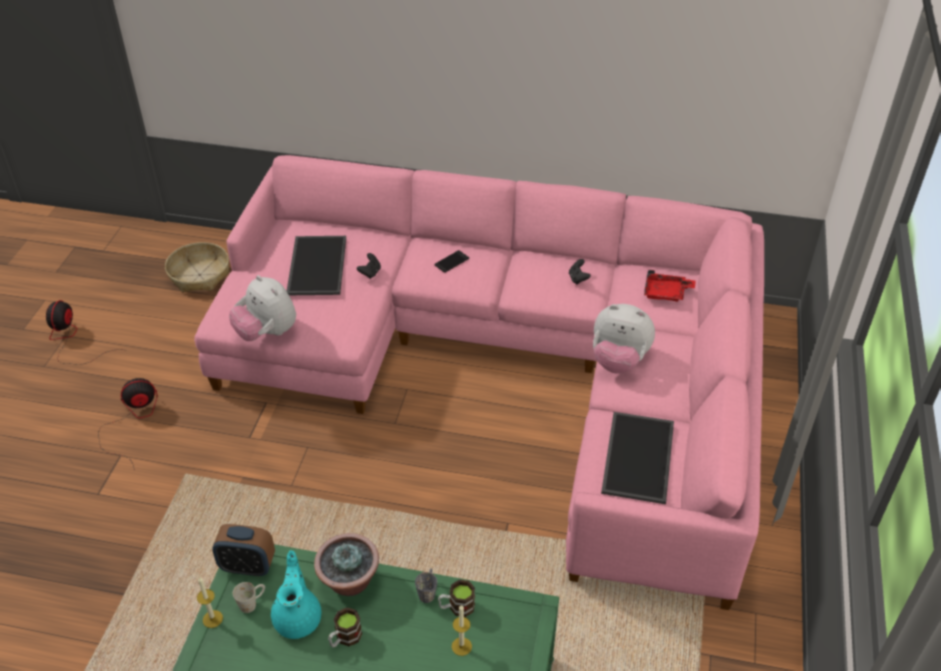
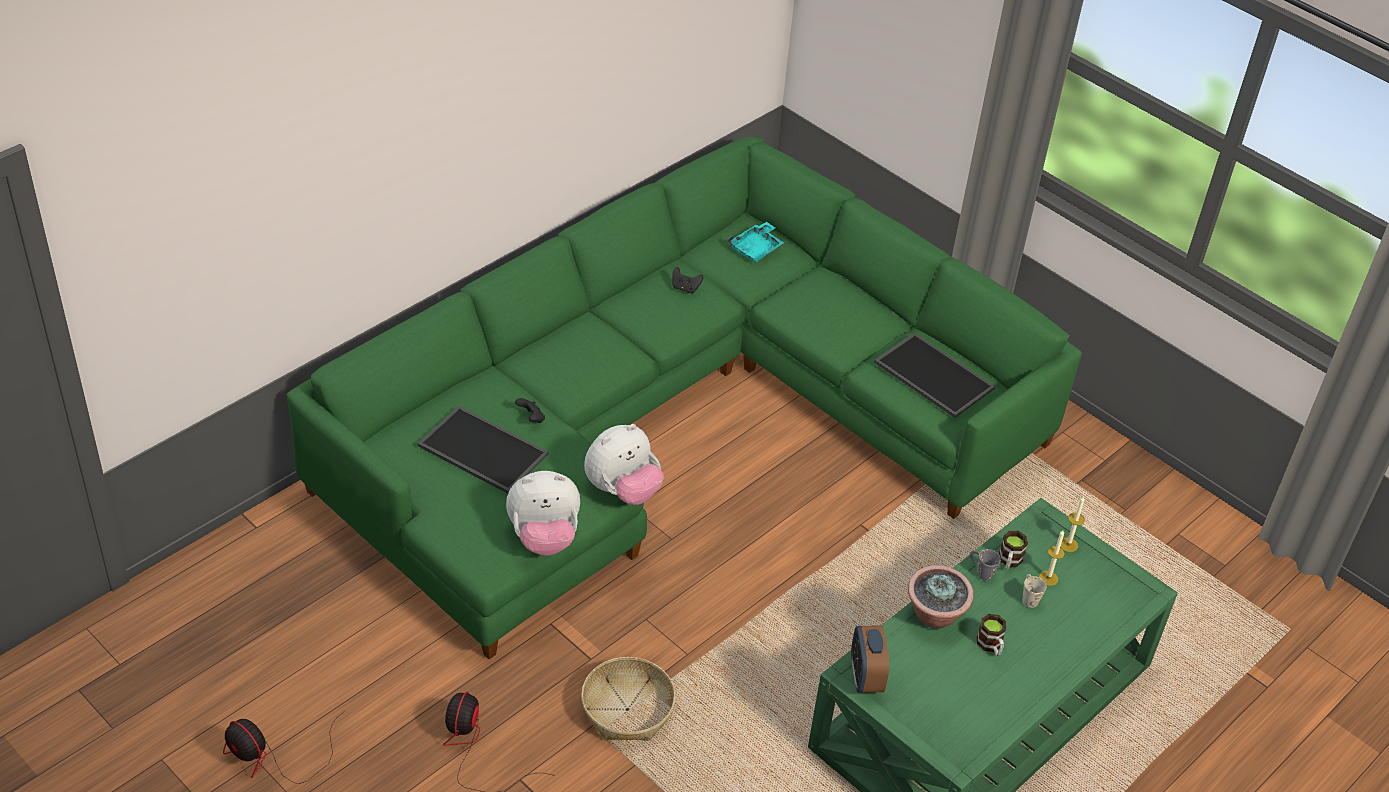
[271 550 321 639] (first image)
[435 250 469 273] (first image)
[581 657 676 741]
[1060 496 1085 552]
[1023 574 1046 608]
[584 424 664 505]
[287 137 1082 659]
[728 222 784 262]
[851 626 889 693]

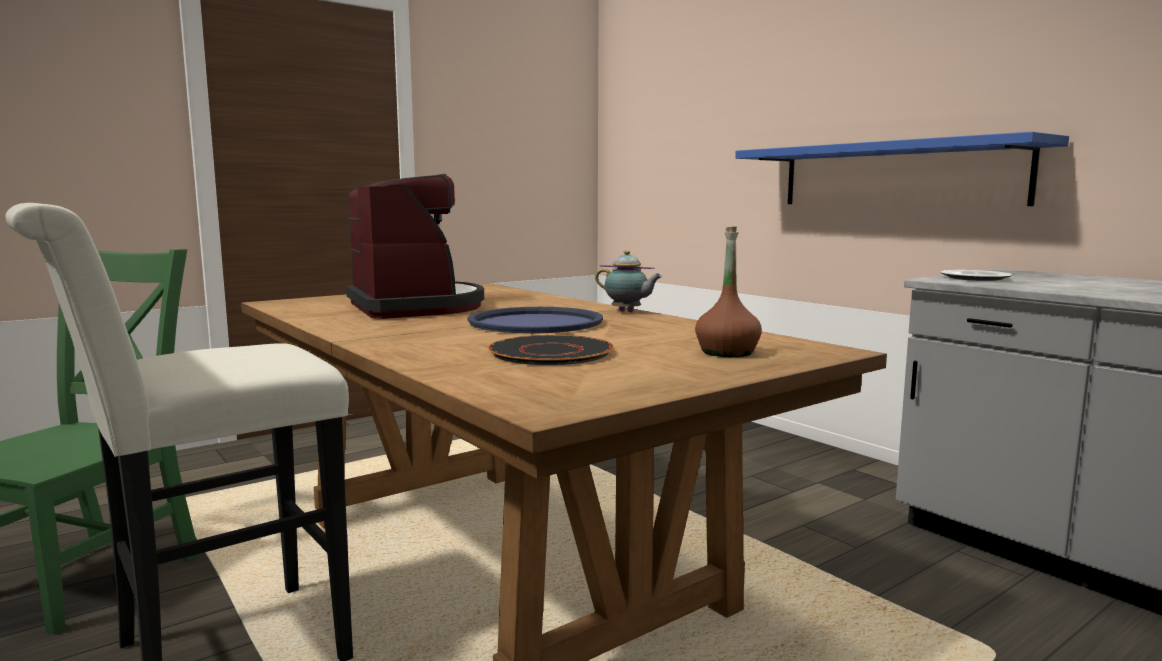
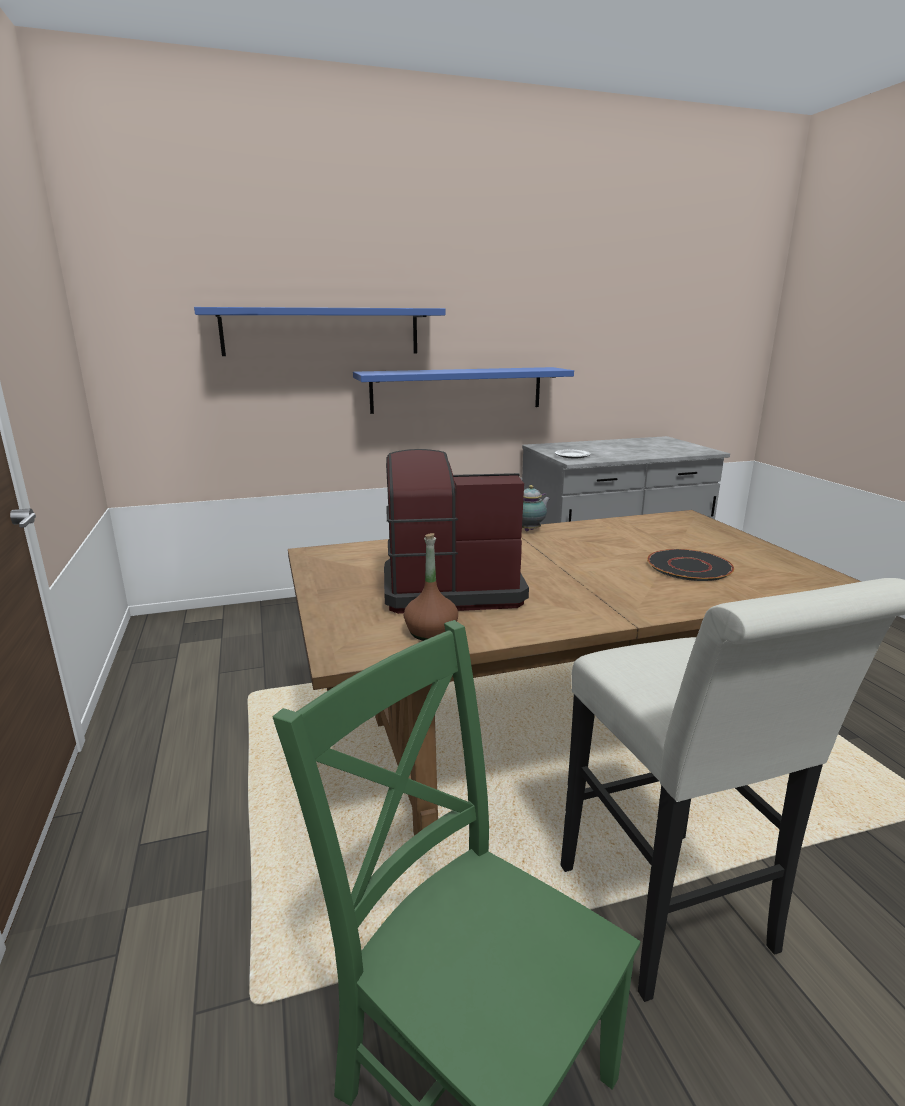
[467 307 603 334] (first image)
[194 307 445 356]
[404 533 458 641]

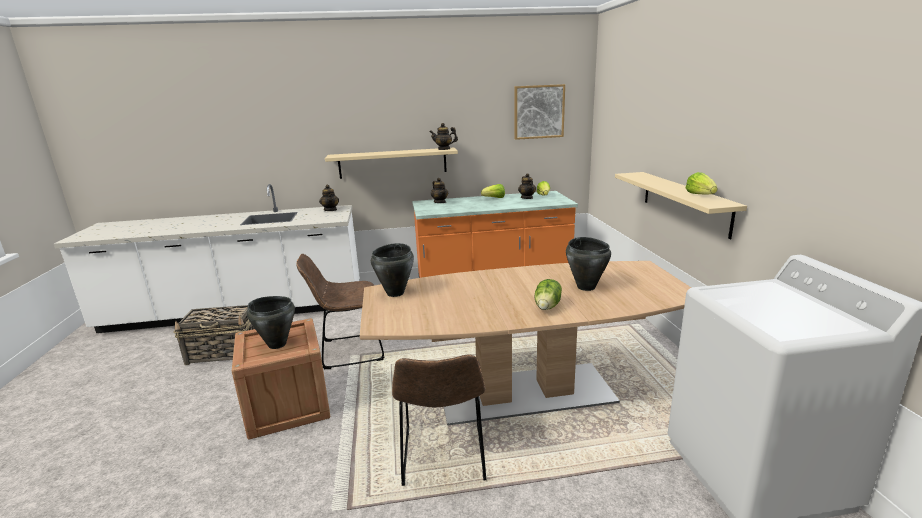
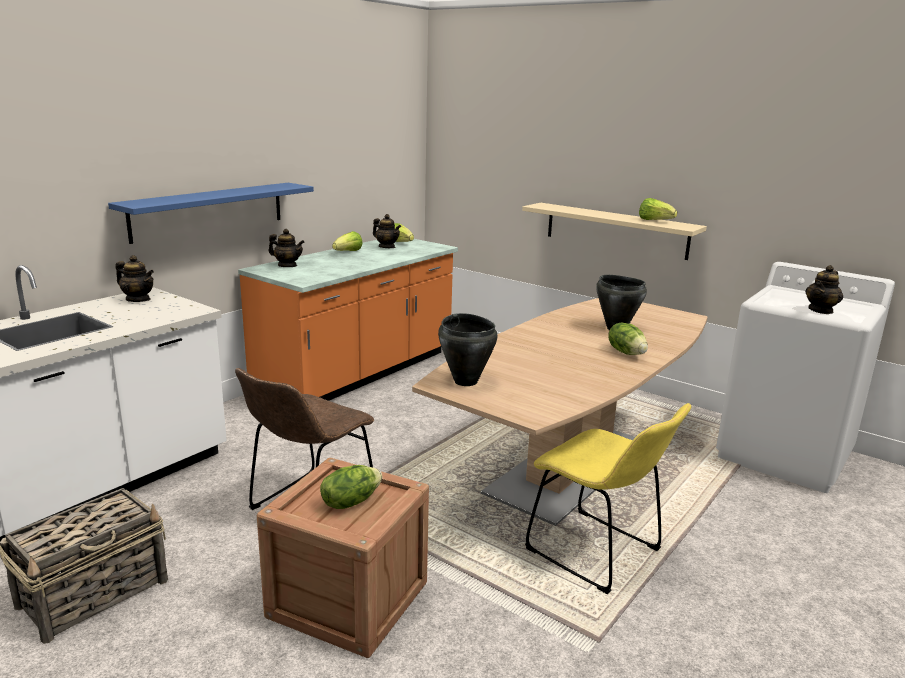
[515 84 565 140] (first image)
[805 265 843 314]
[320 465 382 509]
[108 183 314 244]
[525 403 691 594]

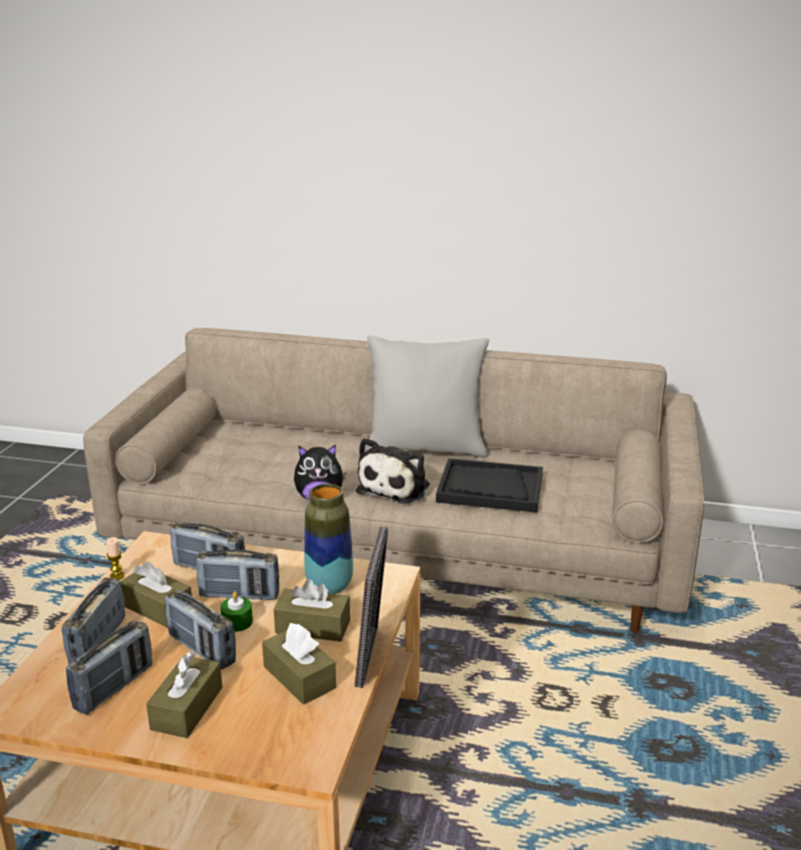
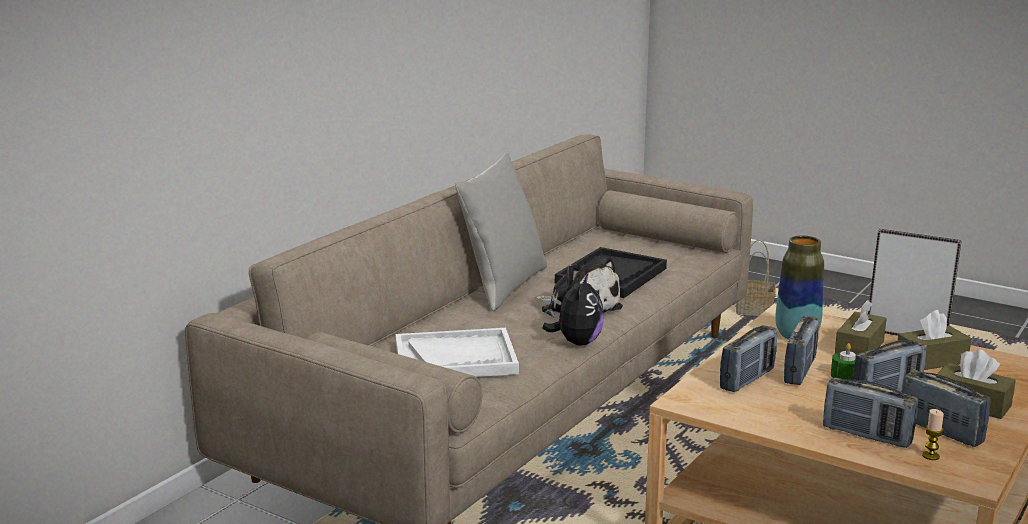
[120 561 192 628] (first image)
[395 328 519 377]
[736 240 776 316]
[922 409 944 460]

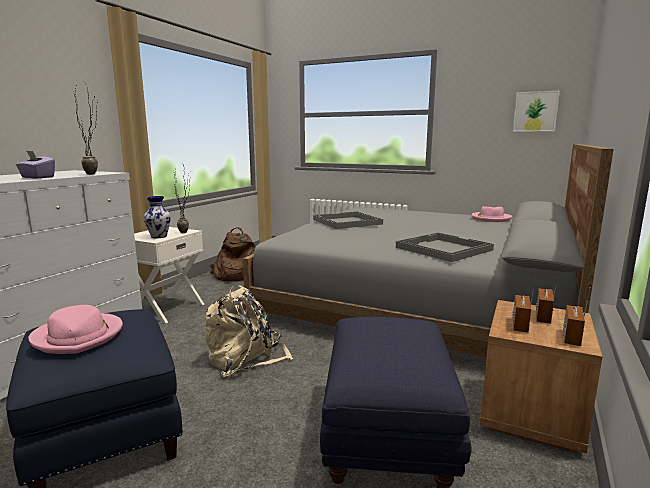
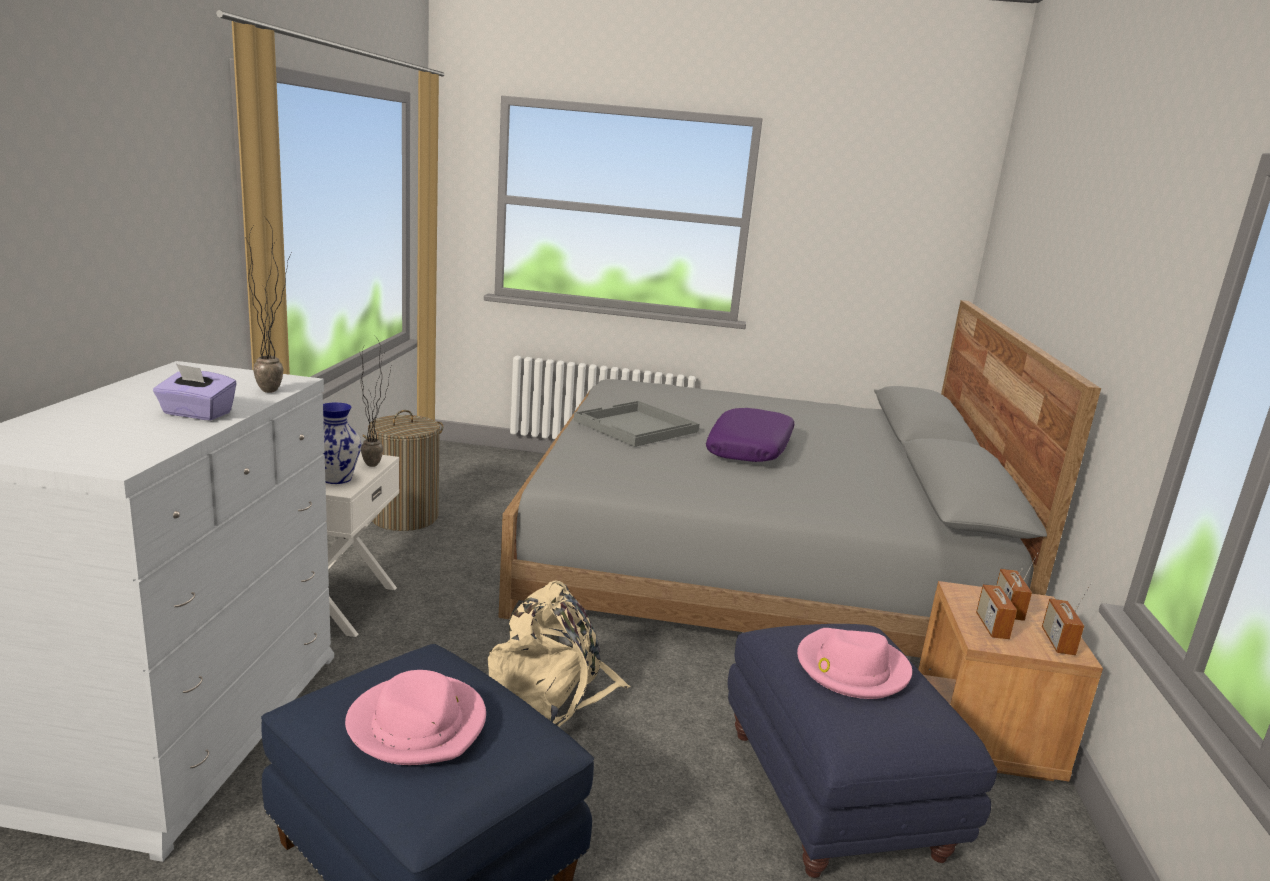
[396 233 494 262] (first image)
[513 91 560 132] (first image)
[706 408 794 462]
[797 628 912 699]
[362 410 443 531]

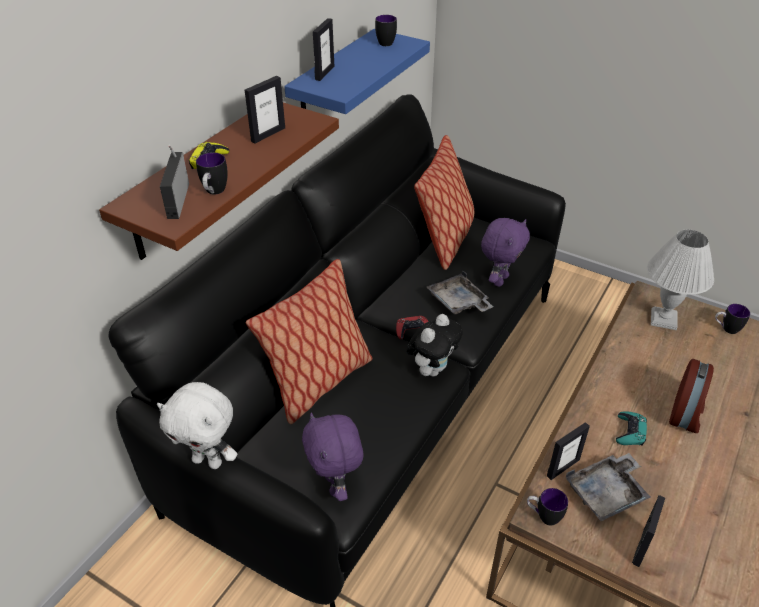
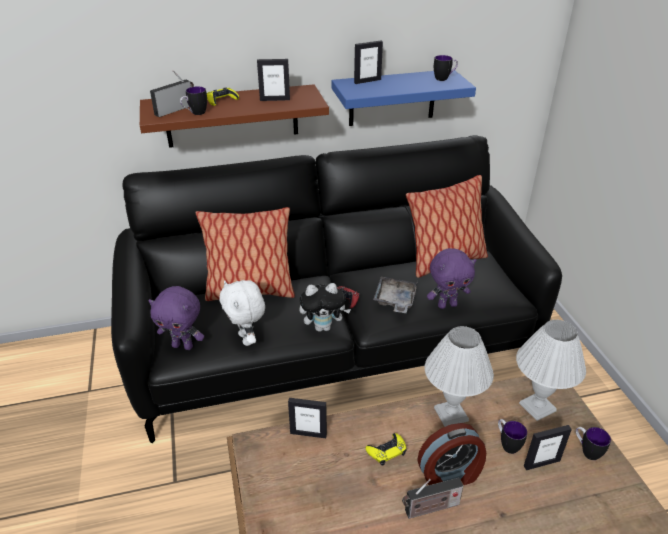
[566 453 651 521] (first image)
[402 477 463 519]
[425 326 494 427]
[219 280 265 346]
[498 419 527 454]
[524 425 572 470]
[366 433 406 466]
[148 286 204 350]

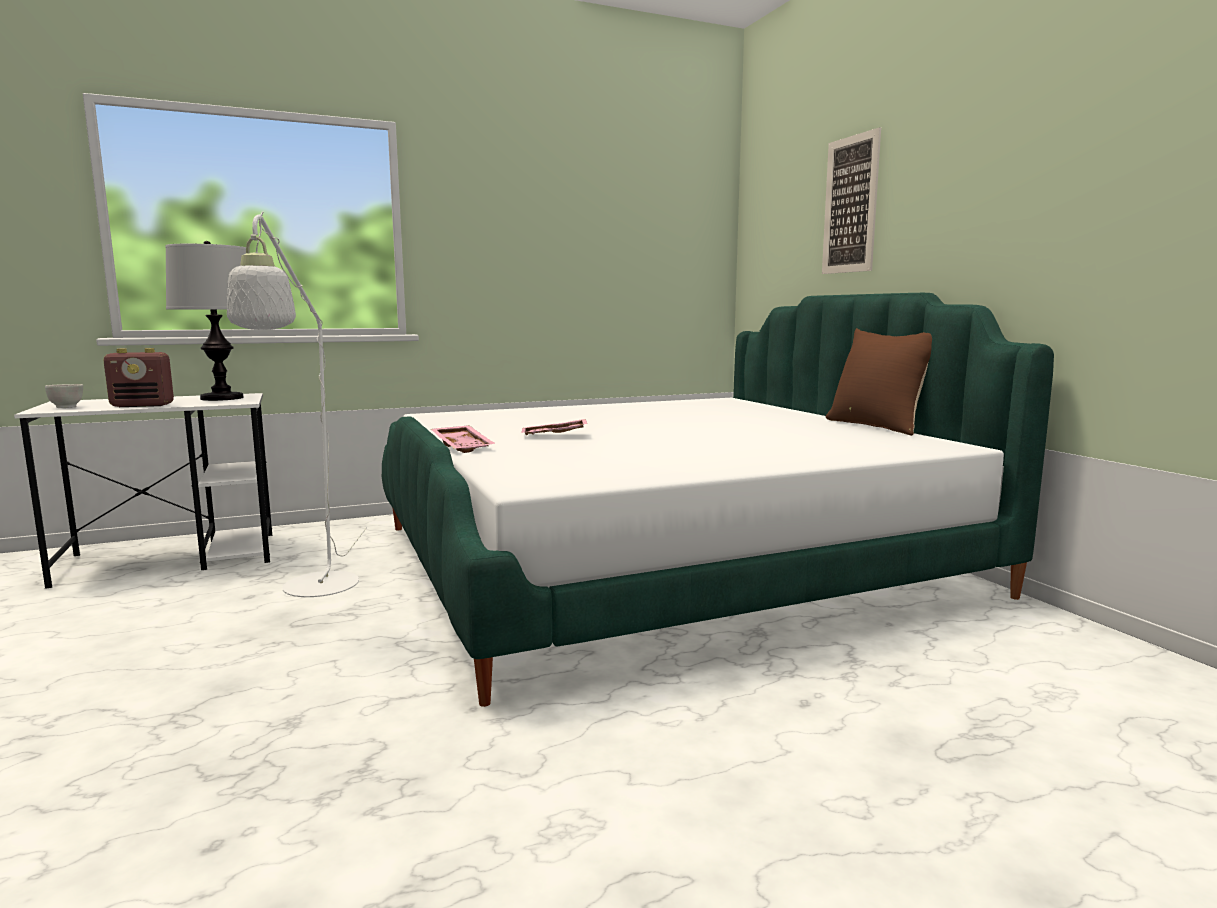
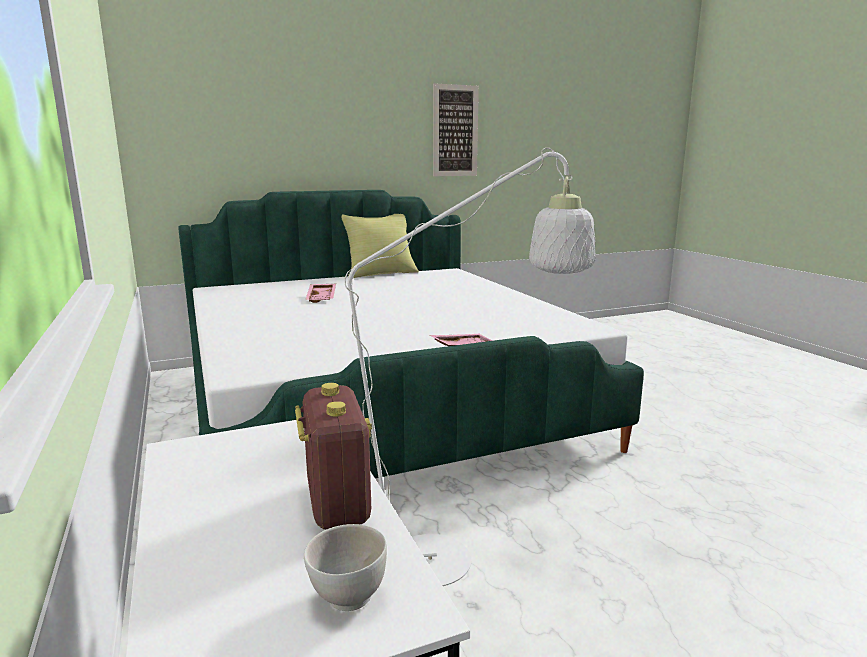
[166 241 246 401] (first image)
[305 284 336 303]
[433 83 479 176]
[341 214 419 278]

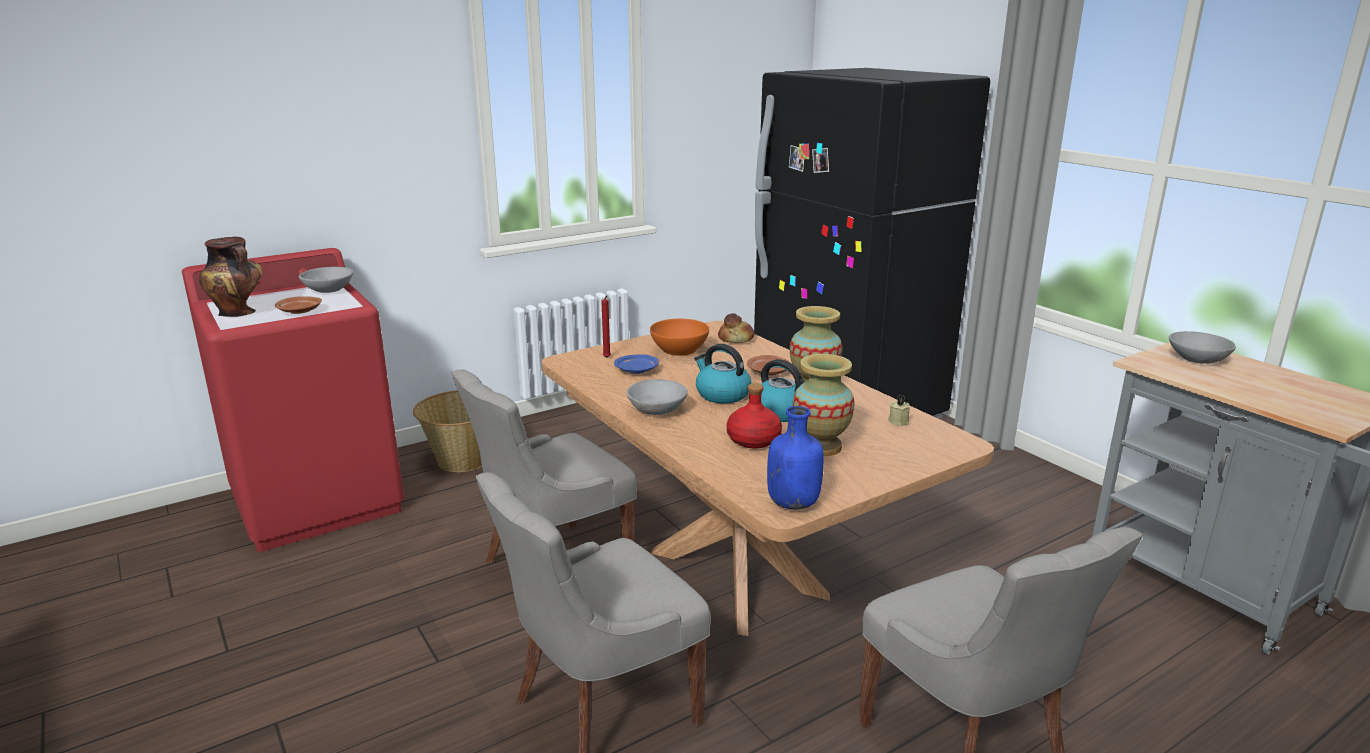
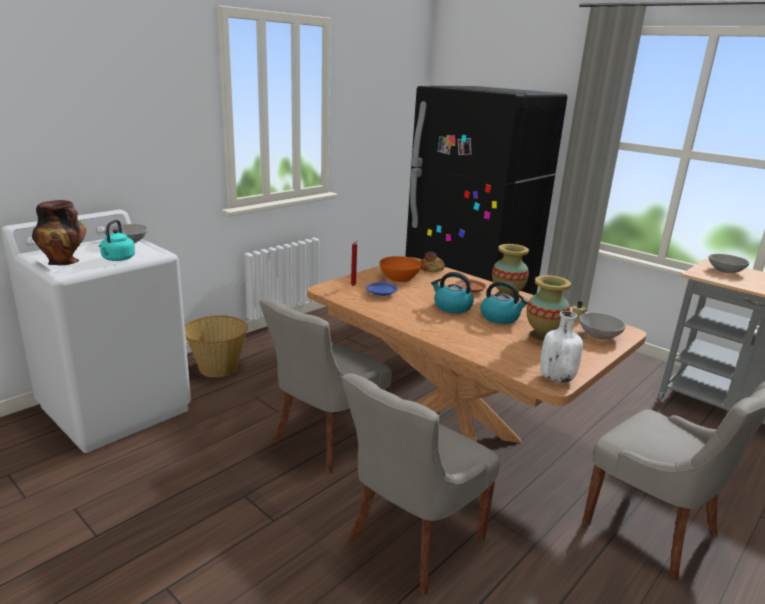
[727 383 782 449] (first image)
[579 313 626 339]
[99 220 135 261]
[1 210 191 453]
[540 311 583 383]

